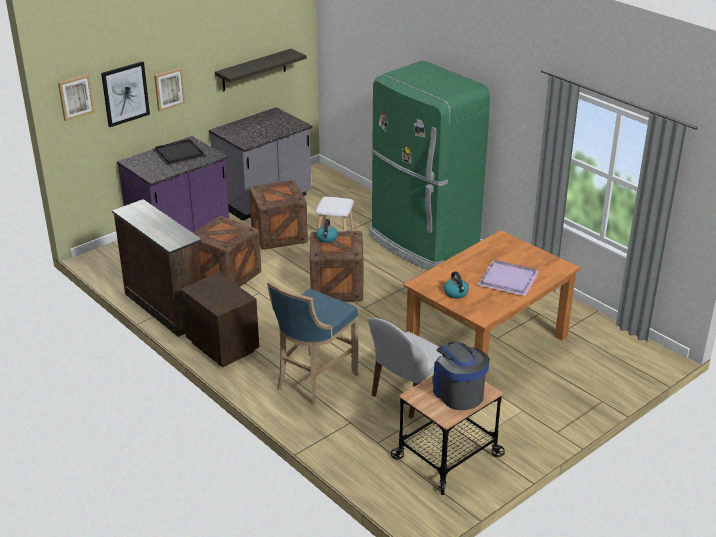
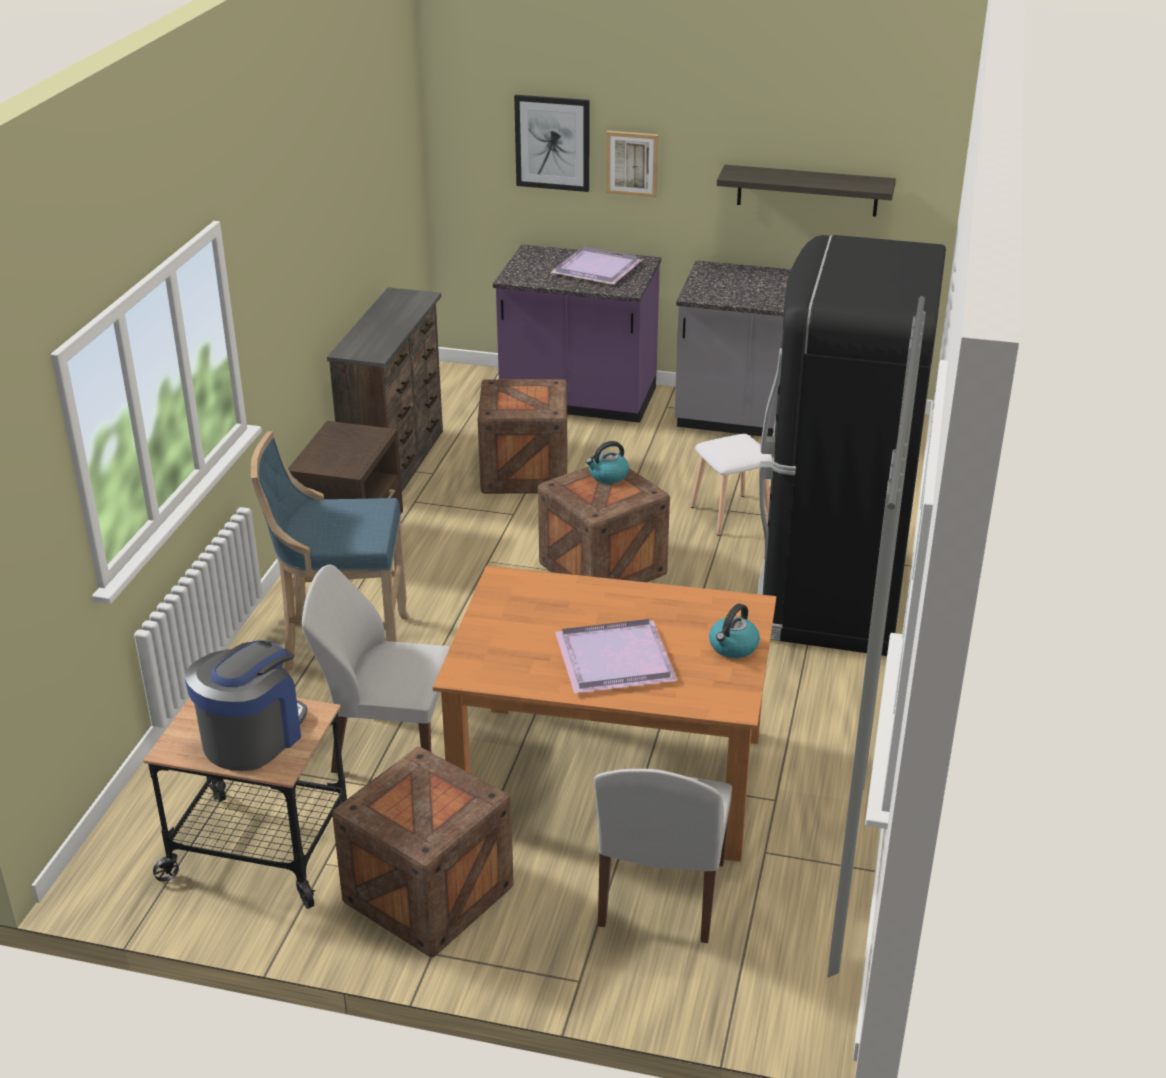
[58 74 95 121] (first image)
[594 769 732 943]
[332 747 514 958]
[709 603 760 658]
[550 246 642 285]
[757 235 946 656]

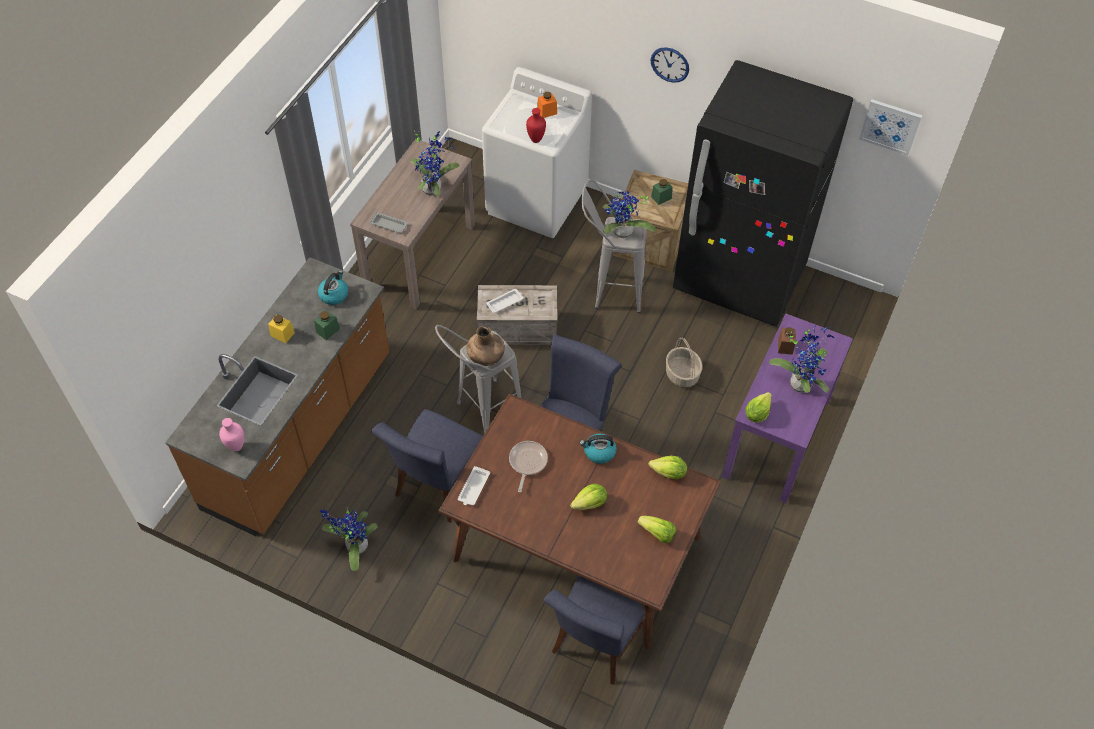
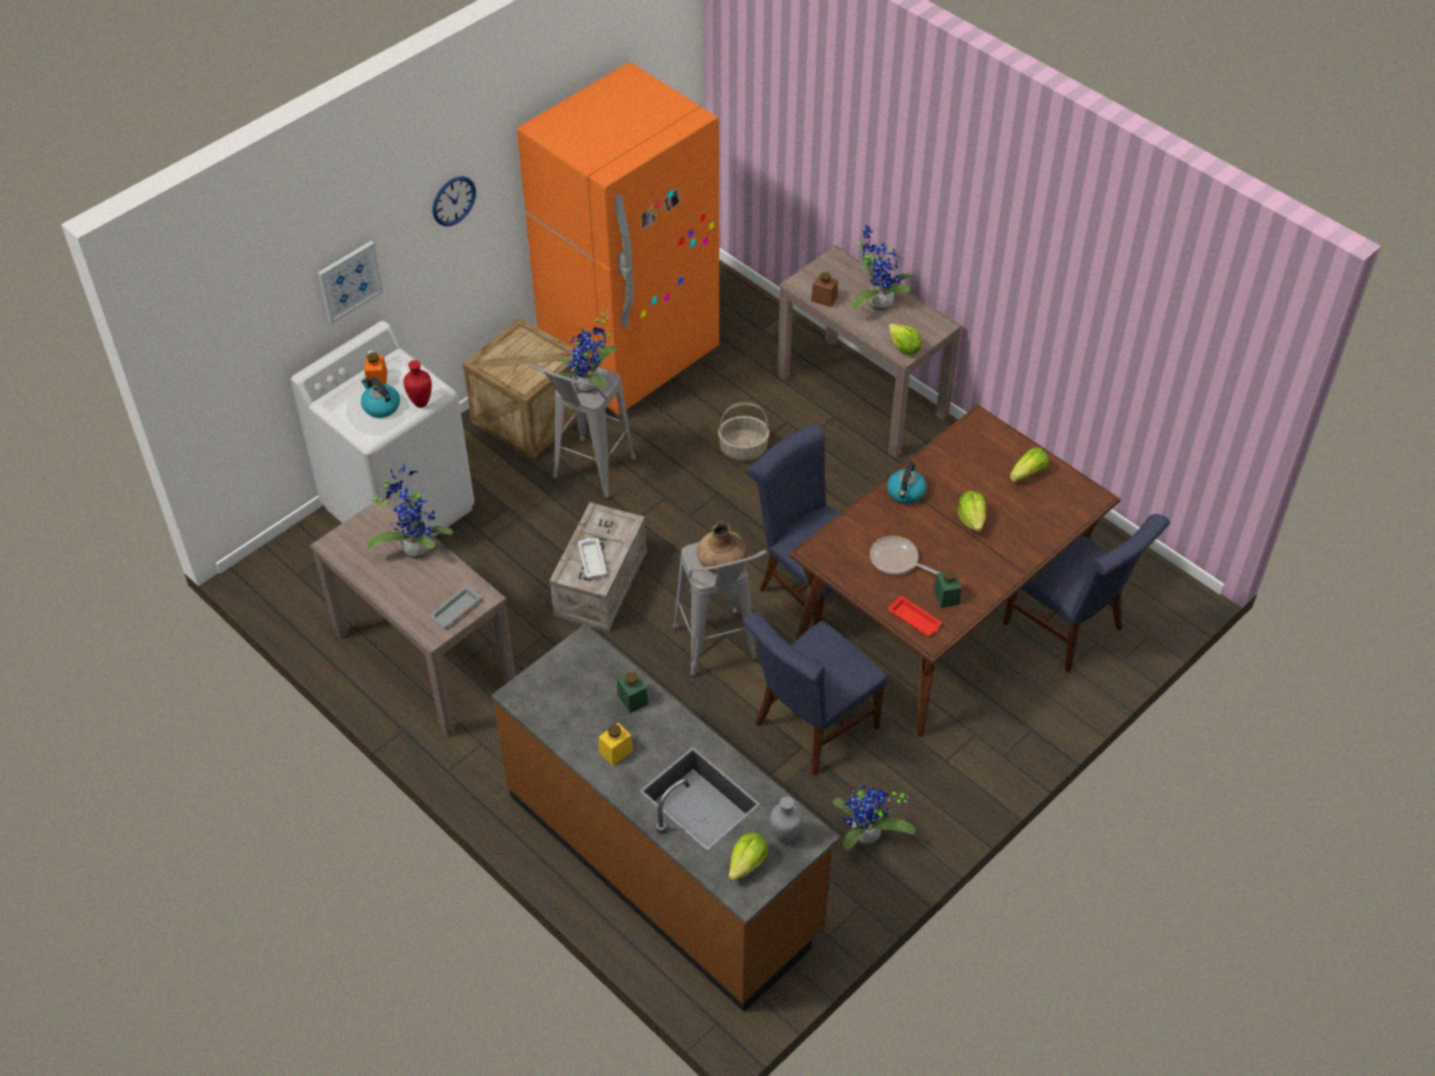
[361 377 400 418]
[729 832 768 881]
[934 570 961 608]
[318 241 383 324]
[770 797 803 844]
[888 596 942 636]
[517 62 719 415]
[777 245 962 458]
[742 612 888 776]

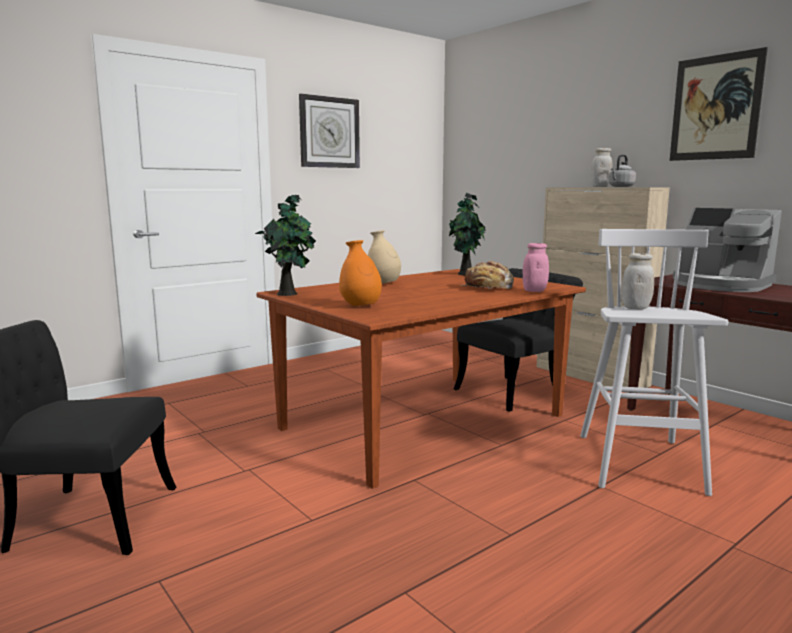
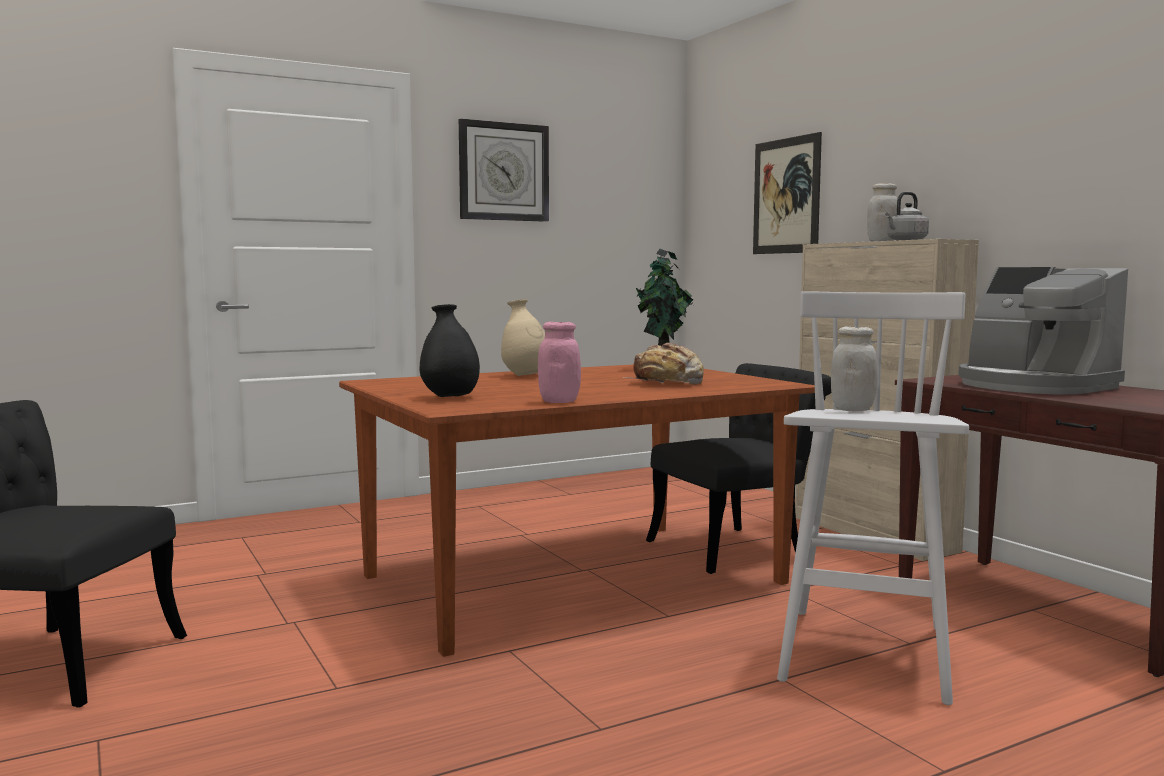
[255 194 316 296] (first image)
[538 322 581 403]
[753 132 822 254]
[419 304 480 397]

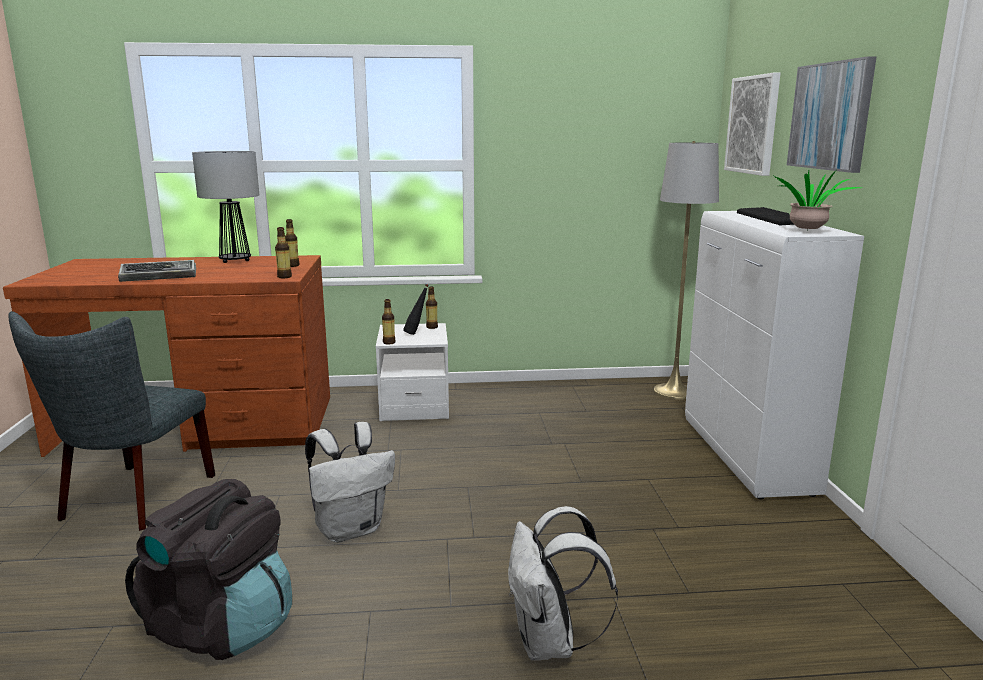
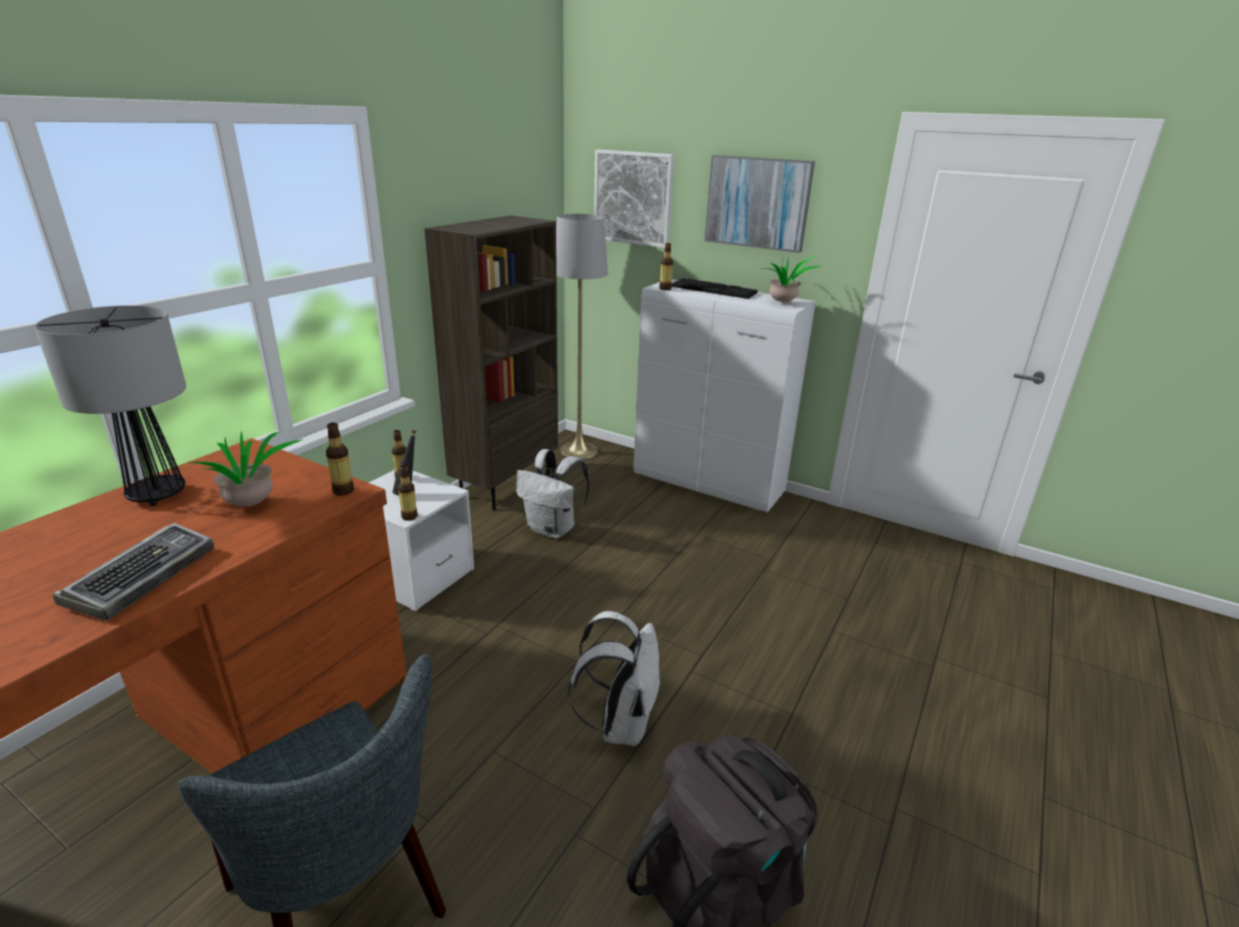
[186 431 304 507]
[424 215 558 510]
[659 243 673 290]
[516 449 589 539]

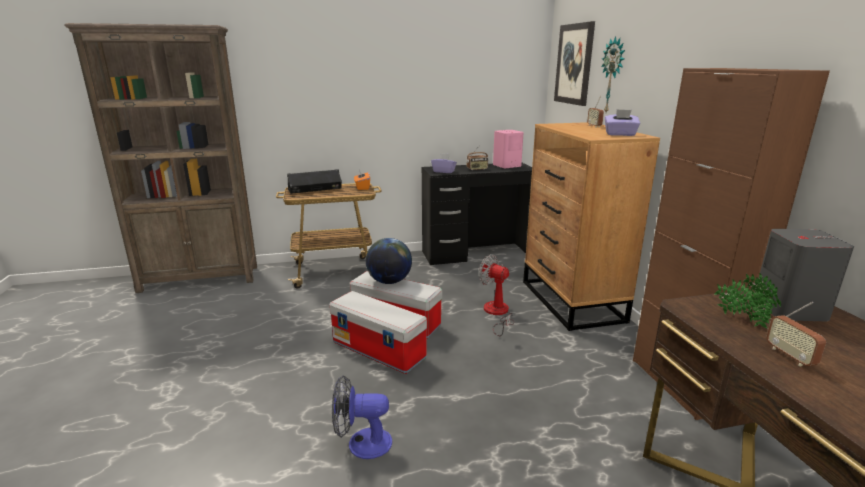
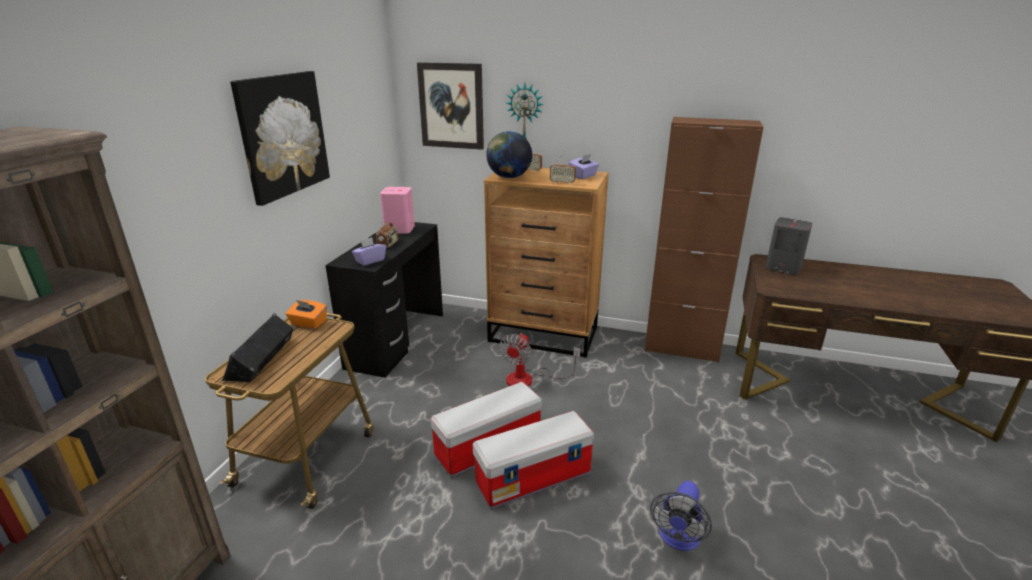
[714 273 781 328] (first image)
[230 71 330 206]
[486 131 532 178]
[550 152 576 184]
[499 333 581 387]

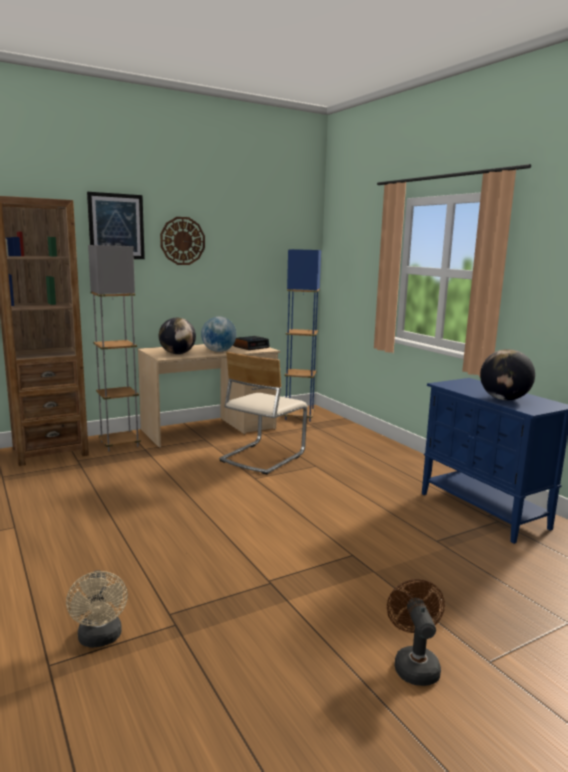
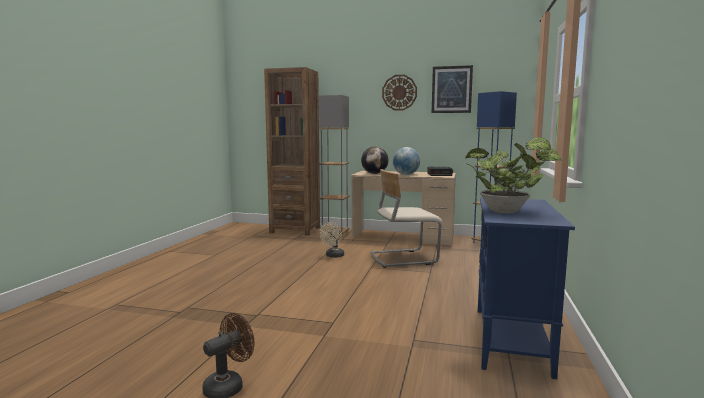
[320 222 344 258]
[432 65 473 113]
[465 137 562 213]

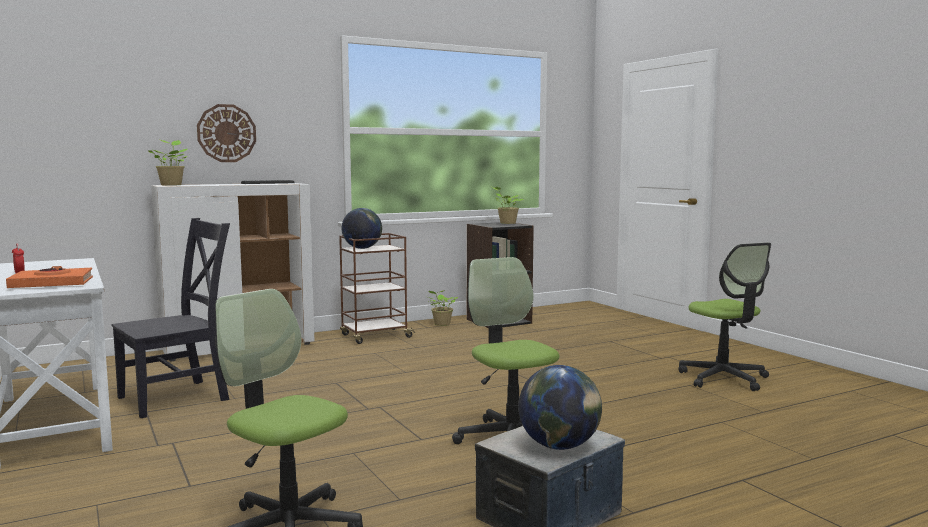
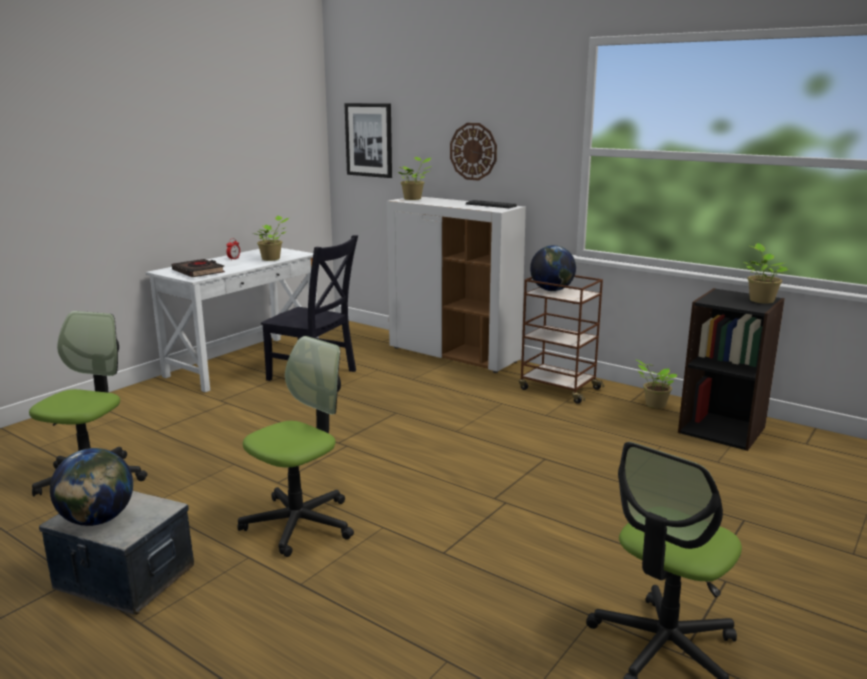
[257 216 289 261]
[345 103 392 178]
[172 259 225 277]

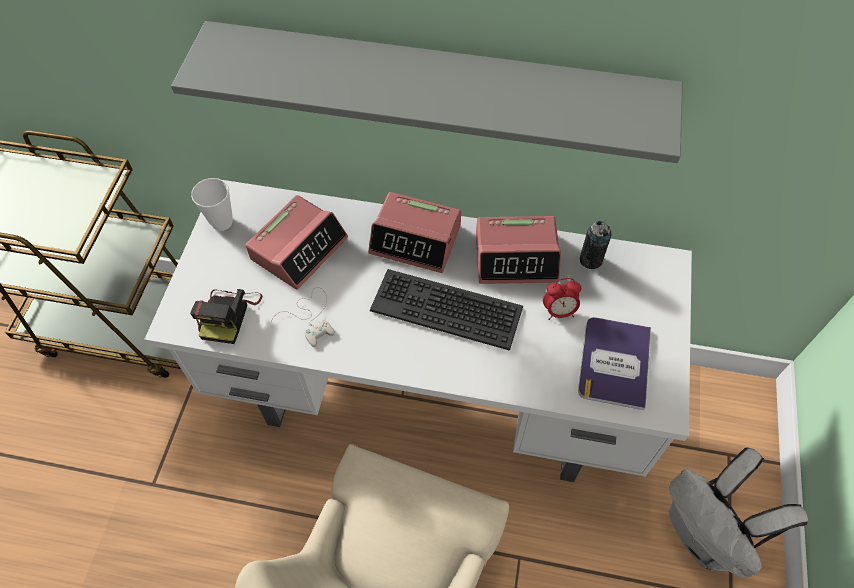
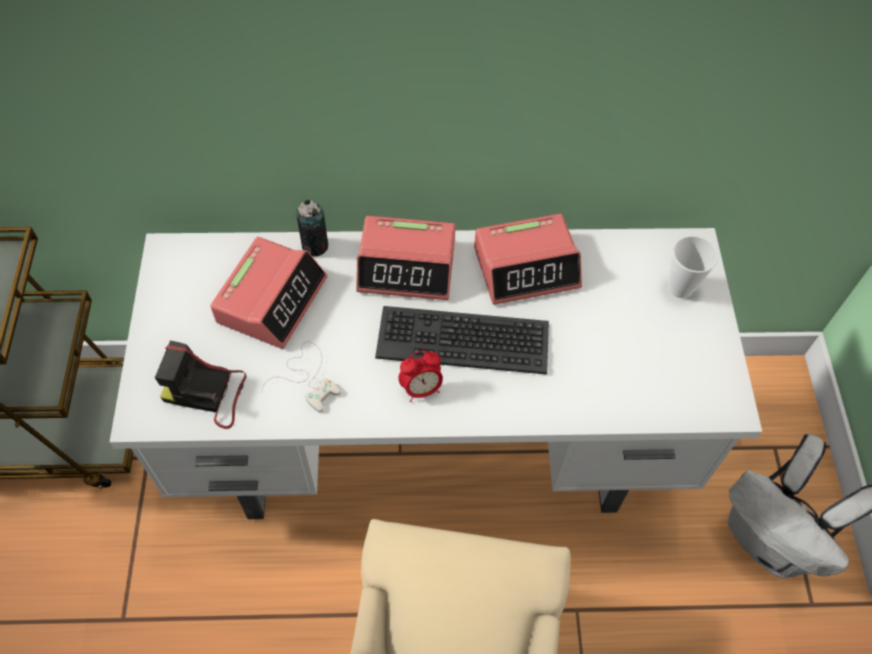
[171 21 683 163] (first image)
[578 317 651 410] (first image)
[668 236 718 298]
[398 350 443 402]
[296 200 328 256]
[155 340 246 429]

